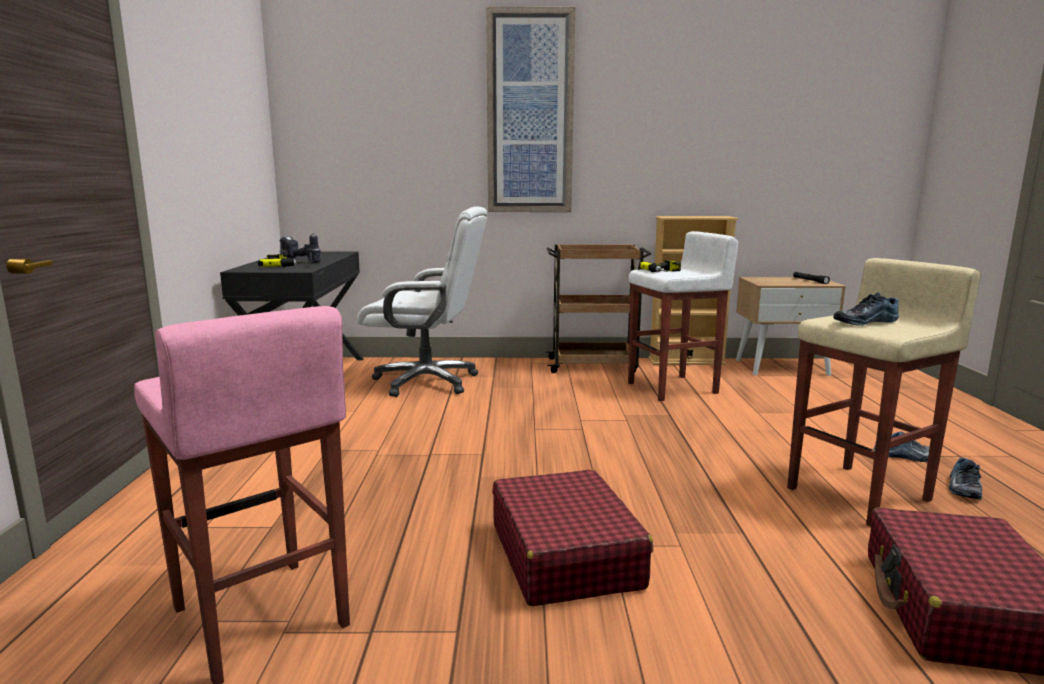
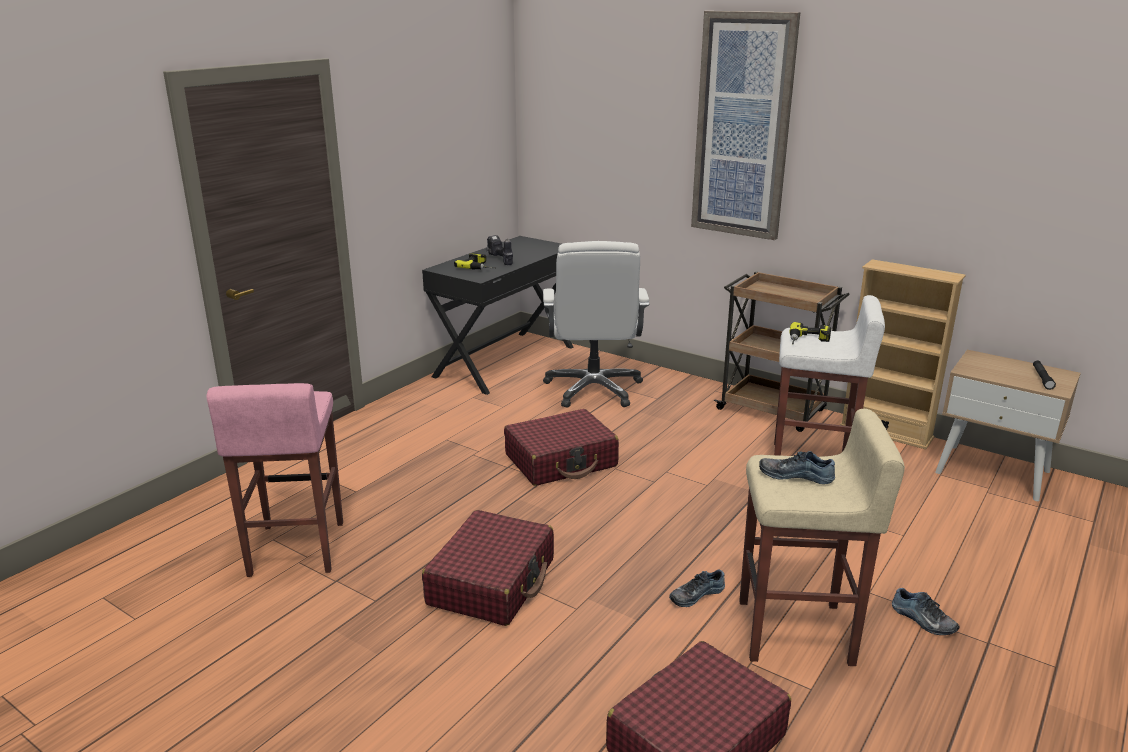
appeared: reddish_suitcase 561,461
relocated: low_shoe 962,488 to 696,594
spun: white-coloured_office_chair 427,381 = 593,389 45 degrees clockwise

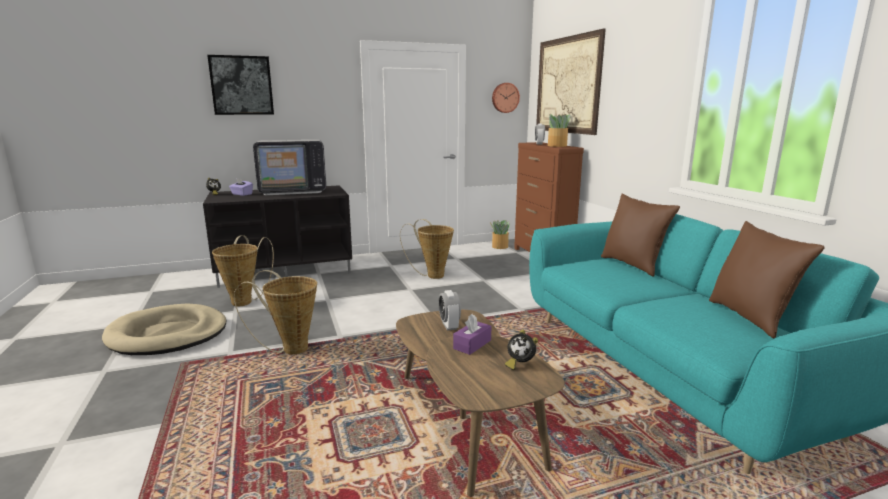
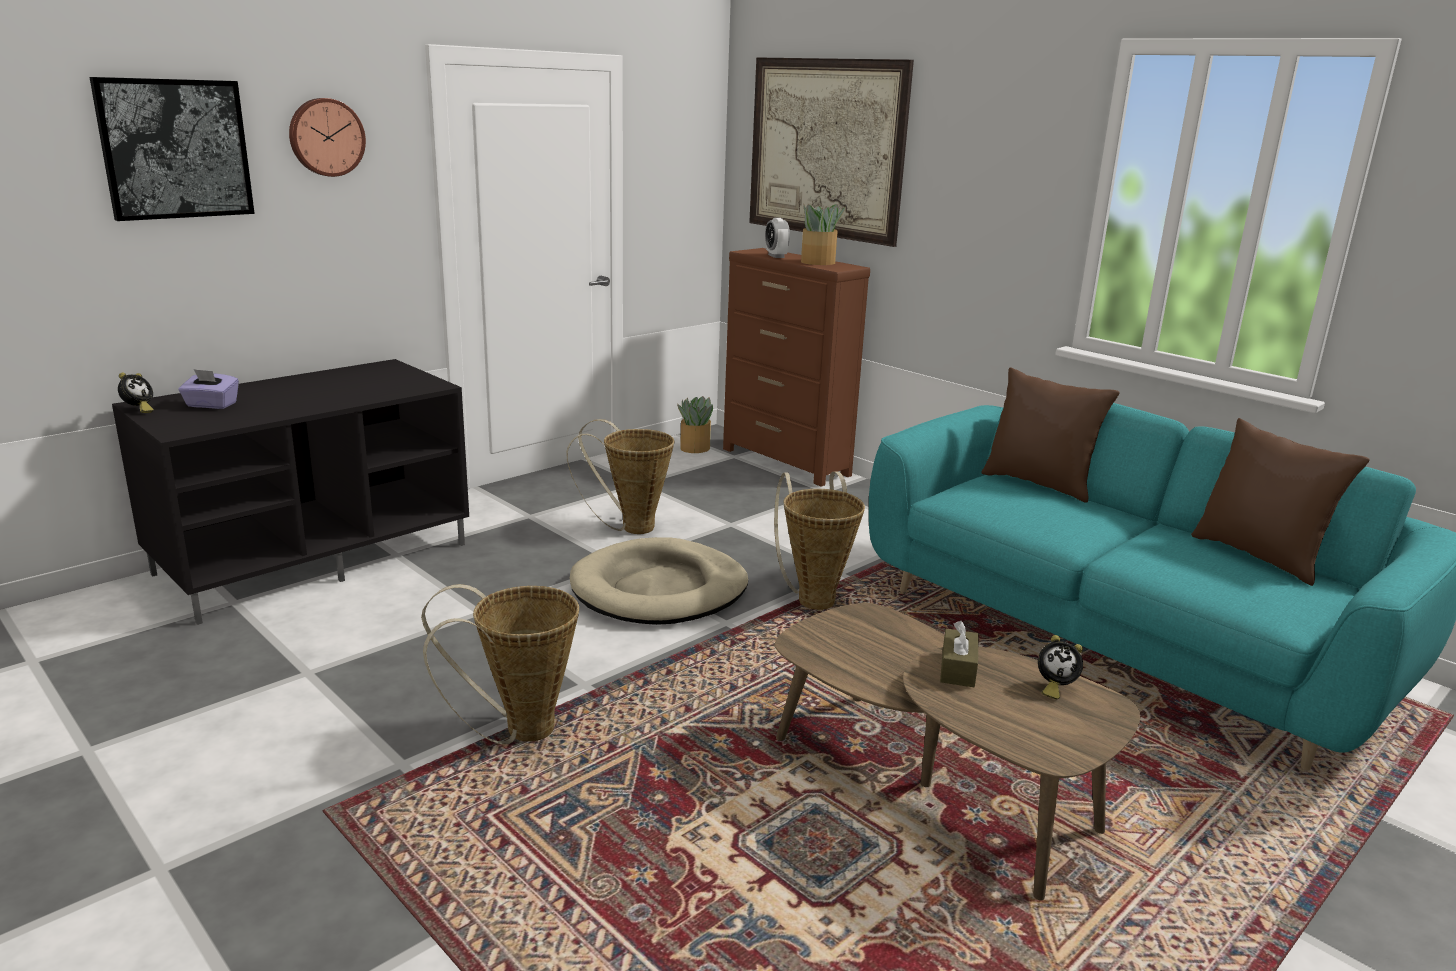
missing: television 293,191; bedside_clock 449,326
relocated: wall_clock 505,97 to 326,137; sand-coloured_dog_bed 168,334 to 659,589; storage_basket 245,301 to 814,598
colour: purple_box_of_tissues 472,344 to brown-coloured_box_of_tissues 958,669

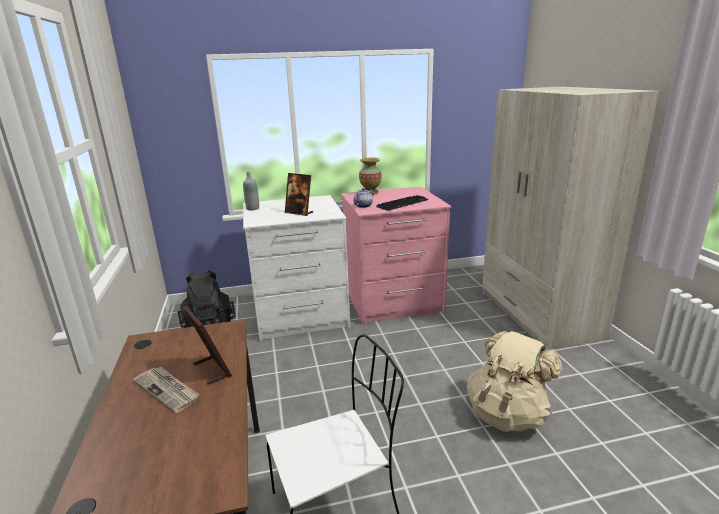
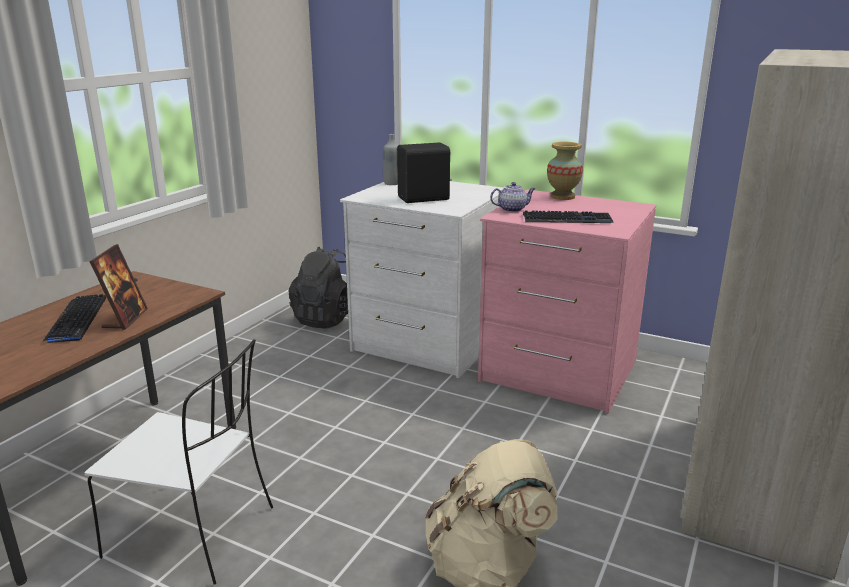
exchanged: newspaper 167,390 to keyboard 77,319; standing_frame 299,213 to black_speaker 424,199

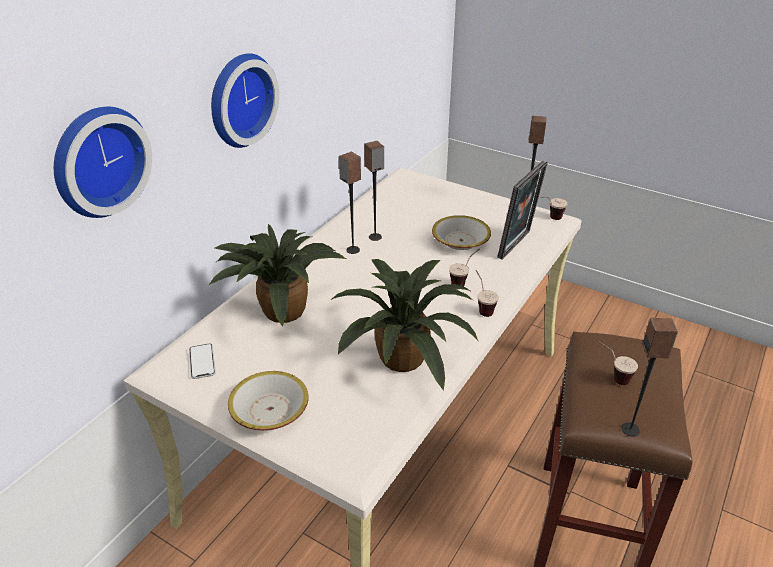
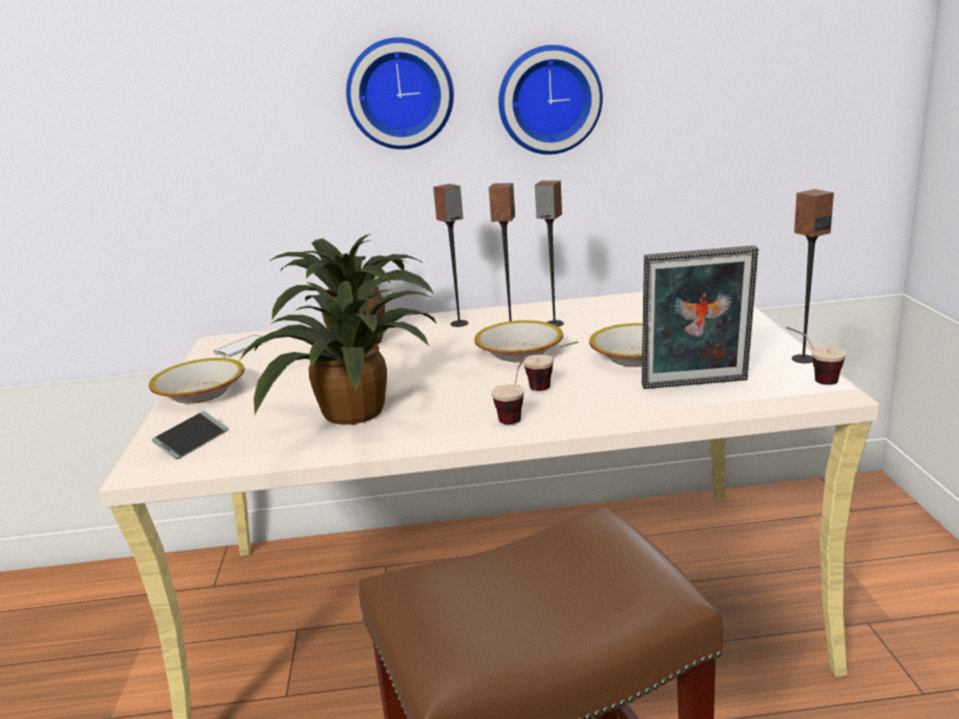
missing: drinking_cup 612,376
appeared: telephone 192,441; bowl 520,353
relocated: speaker 631,429 to 459,324; wall_clock 97,160 to 549,100

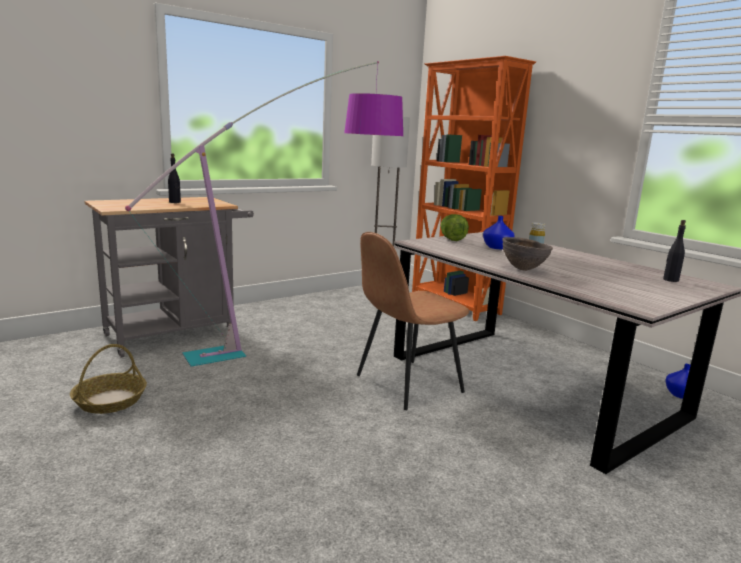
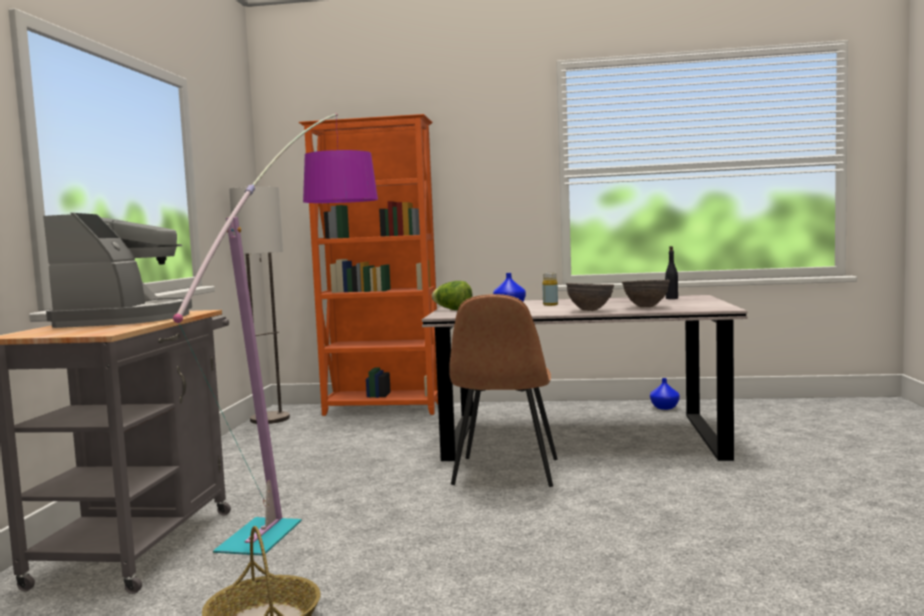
appeared: brown-coloured_bowl 646,307
exchanged: black_drink_bottle 175,202 to coffee_maker 126,319

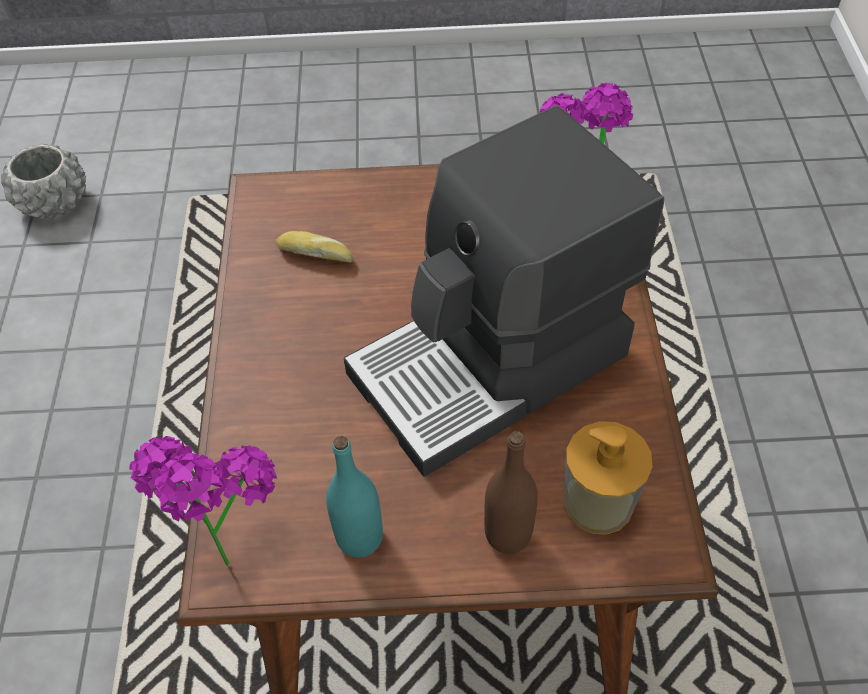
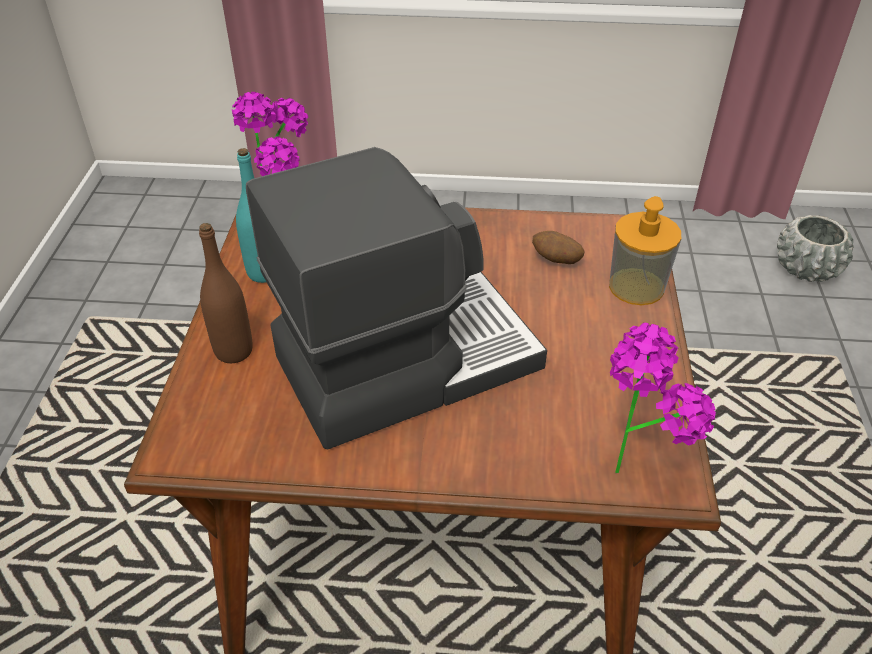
relocated: soap_bottle 598,502 to 636,287
exchanged: baked_bread 316,253 to whole_potato 556,260
spun: coffee_maker 492,365 = 405,361 90 degrees clockwise

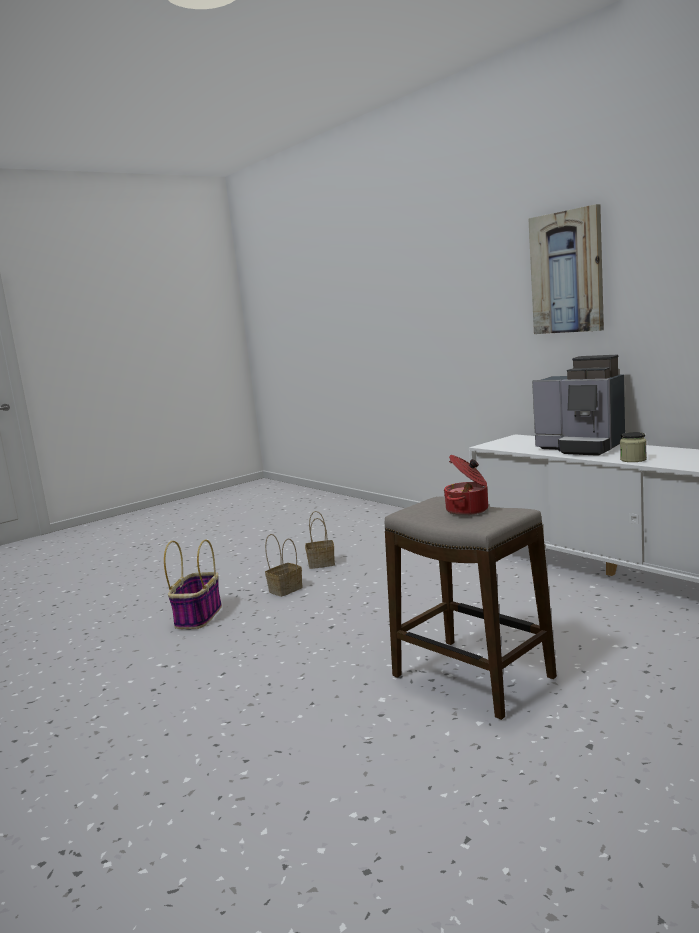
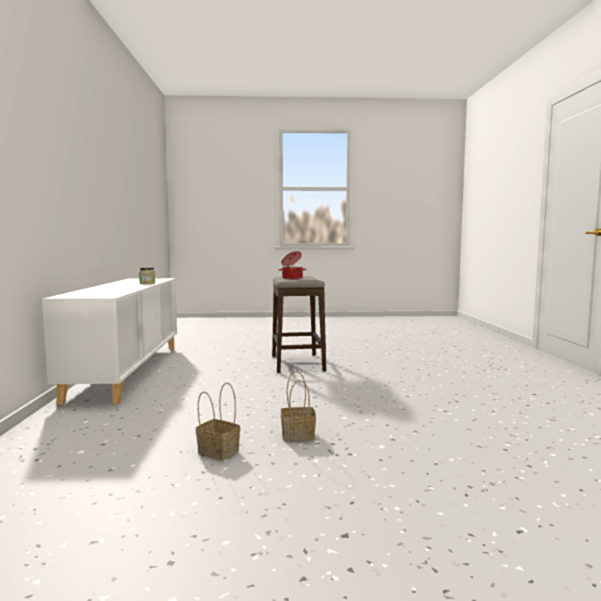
missing: storage_basket 198,616; picture 567,272; coffee_maker 581,448

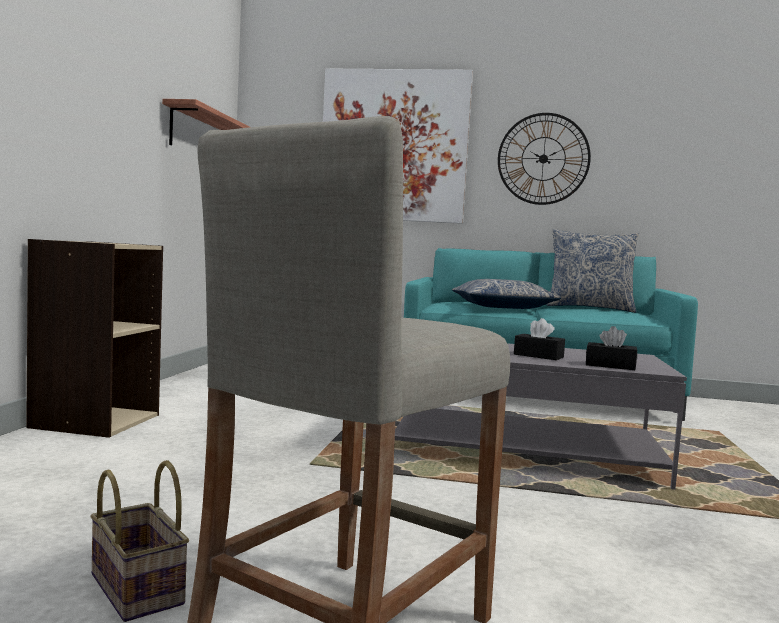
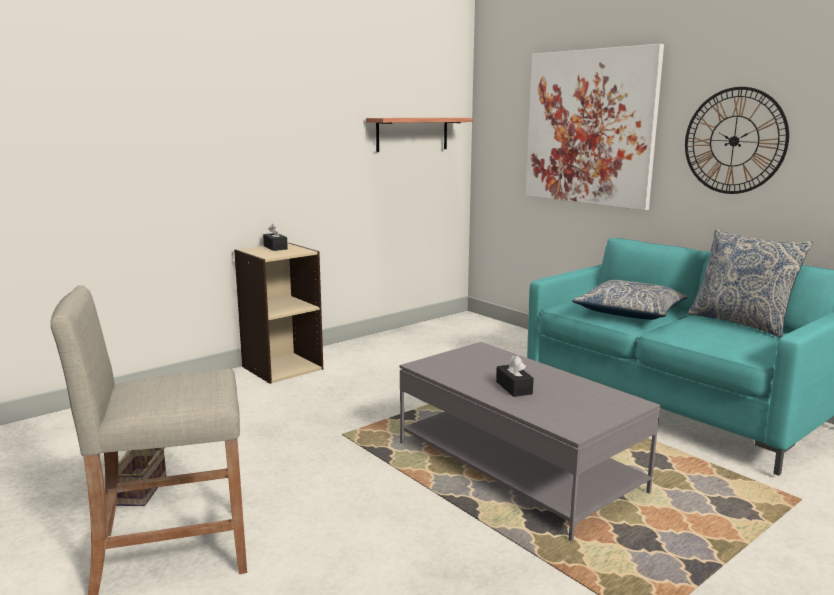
relocated: black_box_of_tissues 610,366 to 275,247

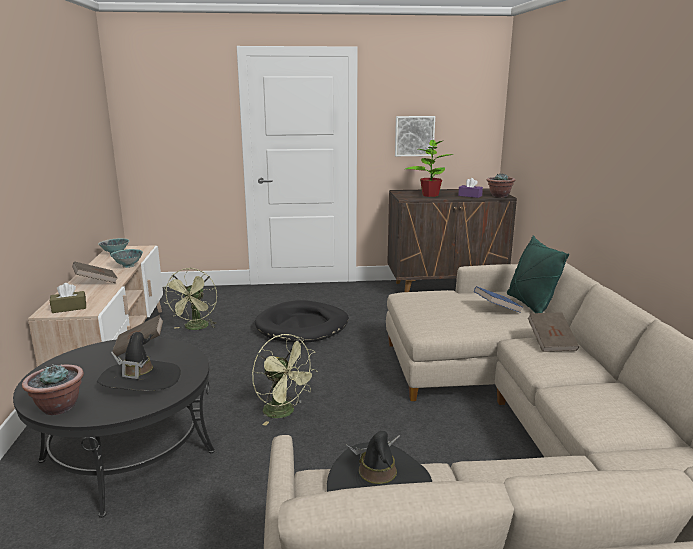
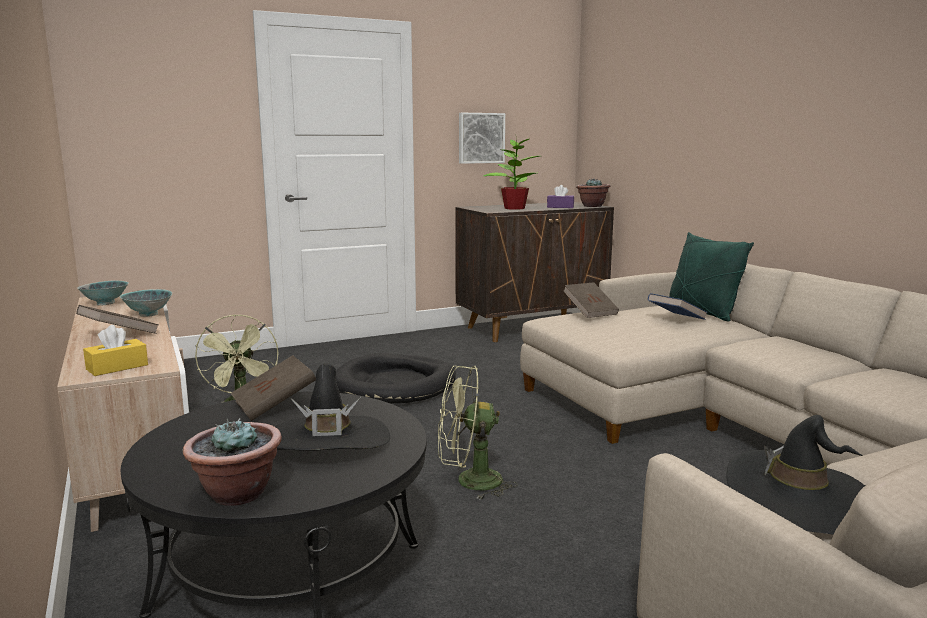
relocated: brown-coloured_volume 551,342 to 590,312
colour: brown-coloured_box_of_tissues 69,308 to yellow-coloured_box_of_tissues 117,367
spun: green-coloured_fan 284,412 = 469,482 150 degrees clockwise

